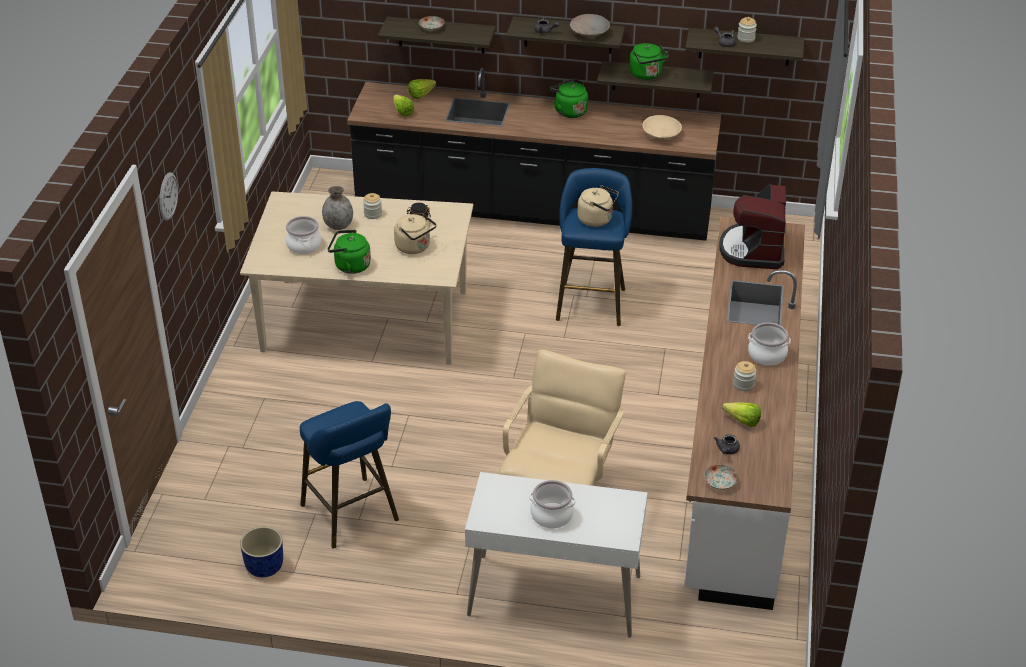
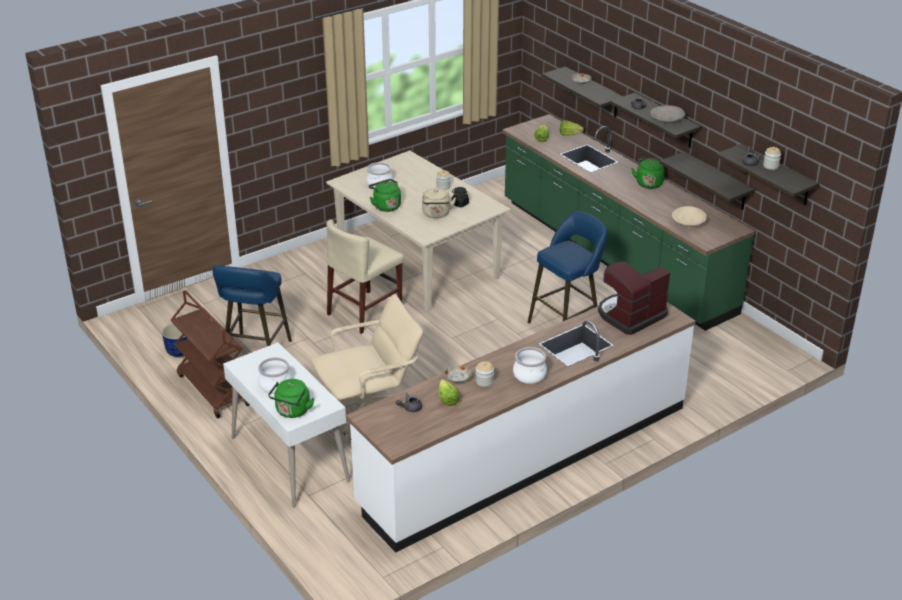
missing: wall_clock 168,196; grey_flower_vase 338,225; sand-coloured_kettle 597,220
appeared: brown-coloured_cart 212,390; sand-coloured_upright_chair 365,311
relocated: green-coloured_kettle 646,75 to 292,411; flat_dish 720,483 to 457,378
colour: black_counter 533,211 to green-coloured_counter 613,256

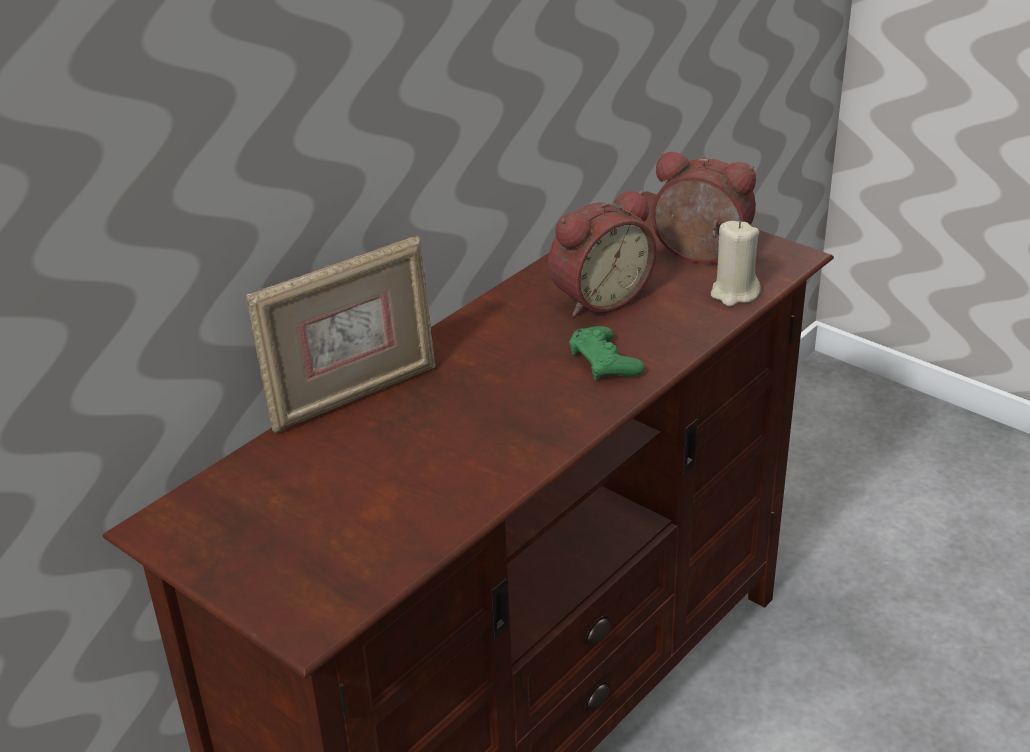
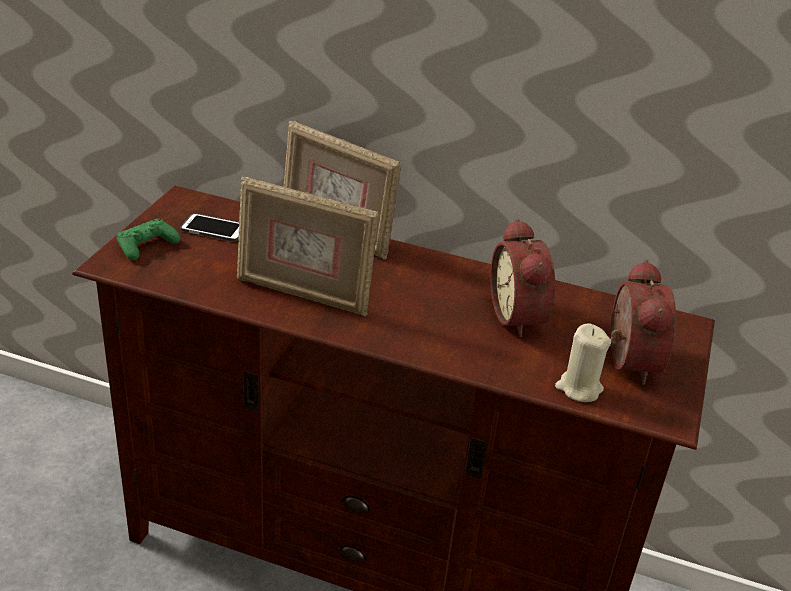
appeared: telephone 214,229; standing_frame 303,294
relocated: green-coloured_game_controller 604,362 to 146,245
spun: bedside_clock 598,298 = 521,316 45 degrees clockwise

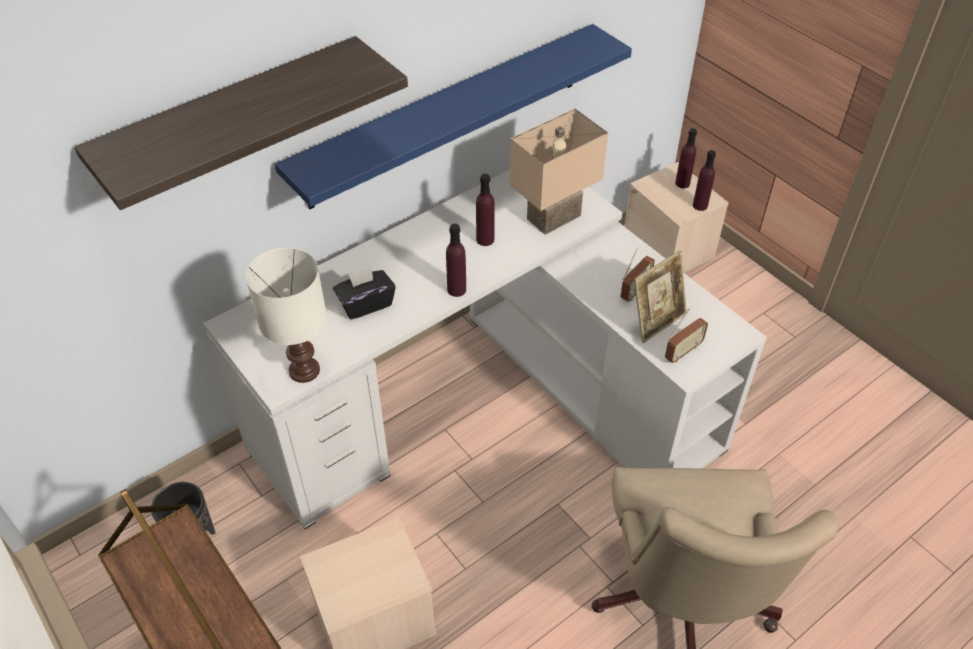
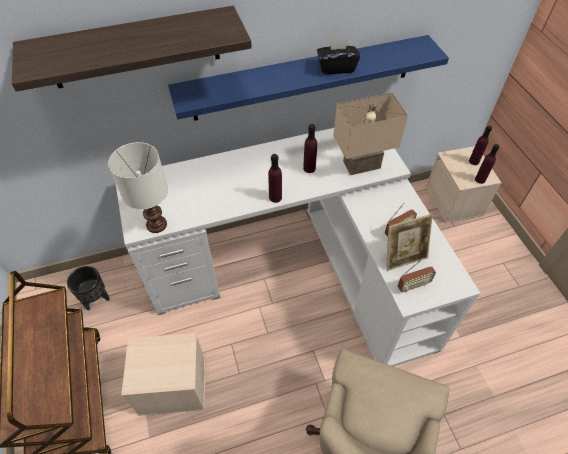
relocated: black_box_of_tissues 366,304 to 336,68

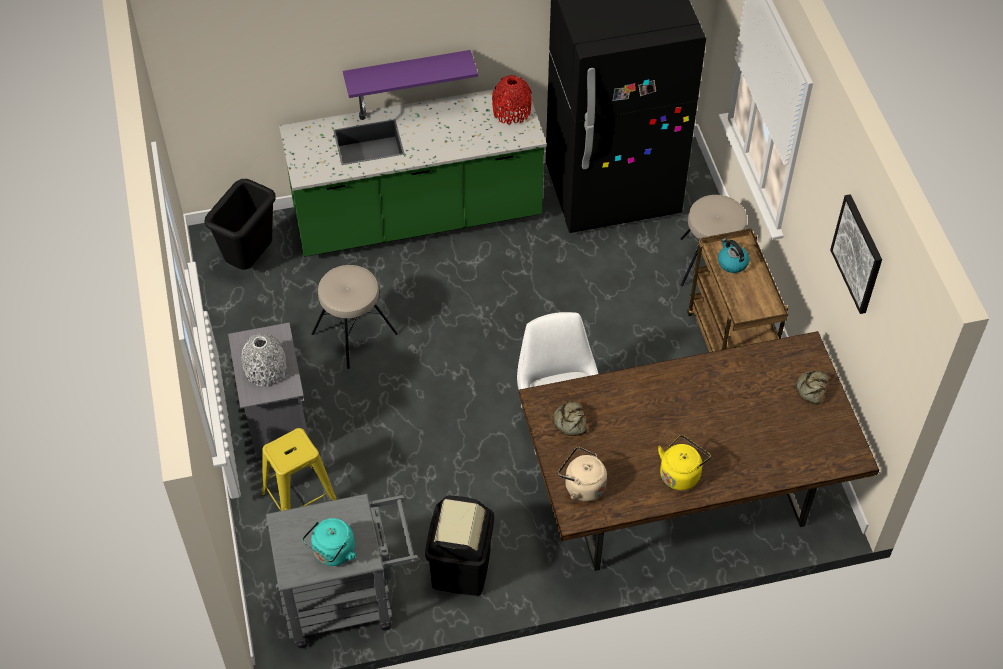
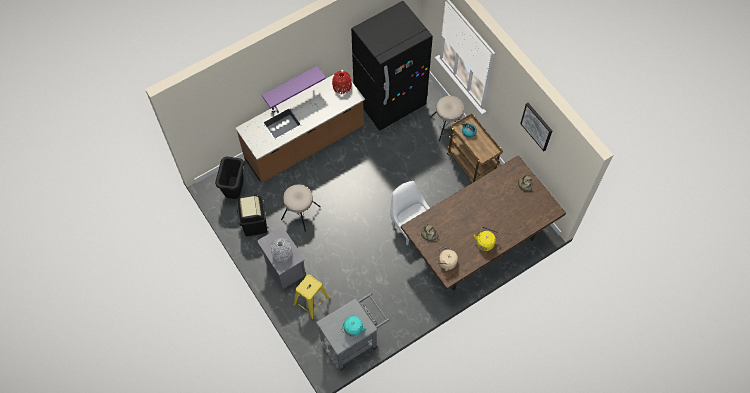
relocated: black_trash_can 460,568 to 254,224
colour: green-coloured_counter 417,218 to brown-coloured_counter 305,144

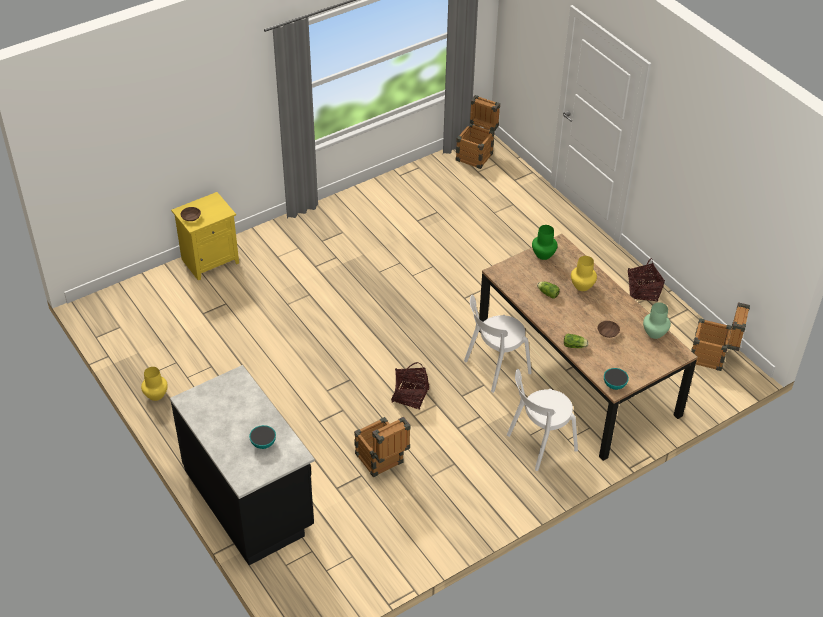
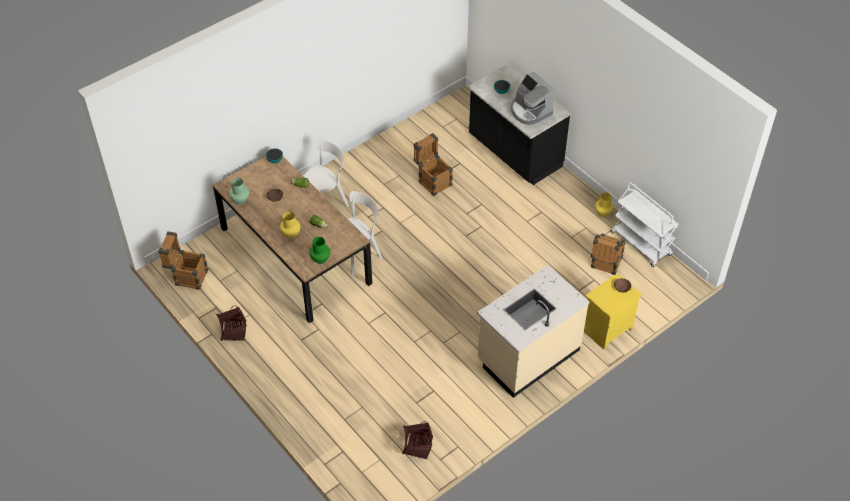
appeared: sand-coloured_counter 527,355; coffee_maker 530,111; white-coloured_cart 641,244
relocated: storage_basket 410,396 to 417,446; shipping_crate 476,154 to 605,265

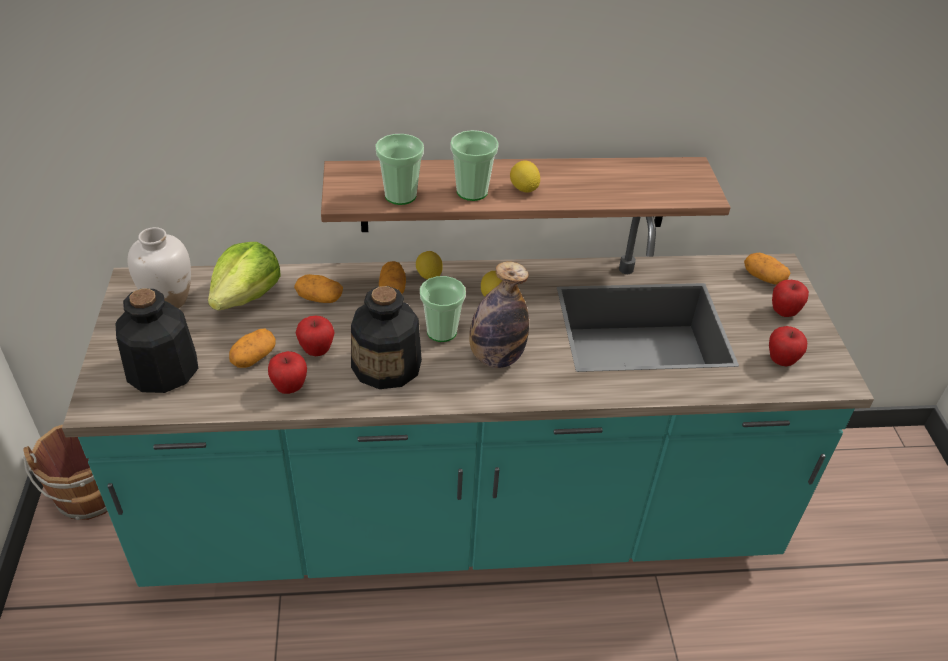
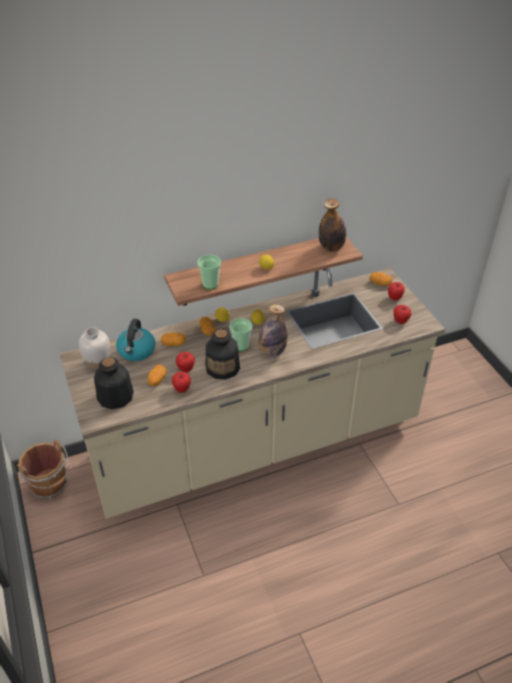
missing: drinking_cup 472,192
appeared: drink_bottle 331,247
exchanged: lettuce_head 247,295 to kettle 137,351
colour: turquoise-coloured_counter 463,520 to sand-coloured_counter 256,443

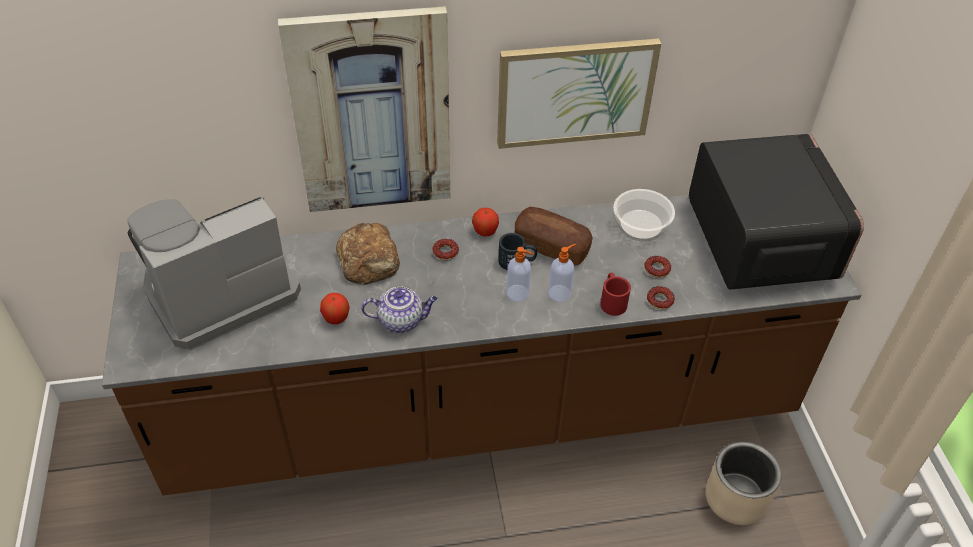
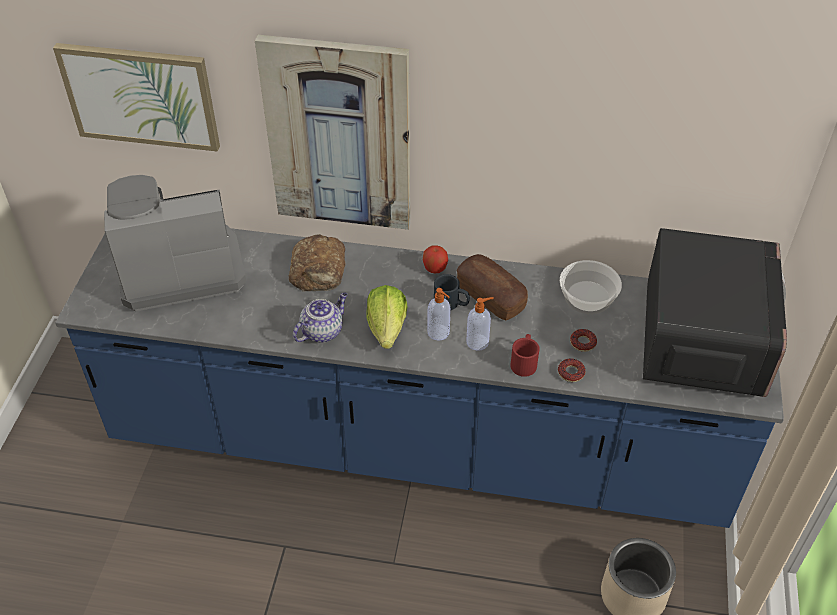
missing: apple_fruit 336,318; donut 445,252
appeared: lettuce_head 387,329
relocated: picture 575,92 to 140,96
colour: brown-coloured_counter 483,414 to blue_counter 418,446
spun: pot_for_tea 402,320 = 322,331 60 degrees counterclockwise

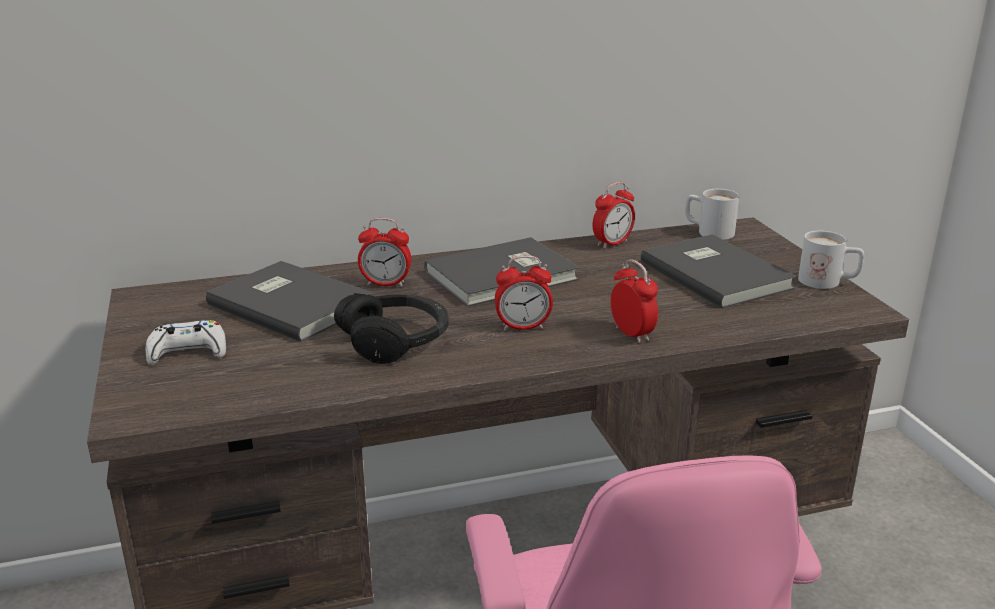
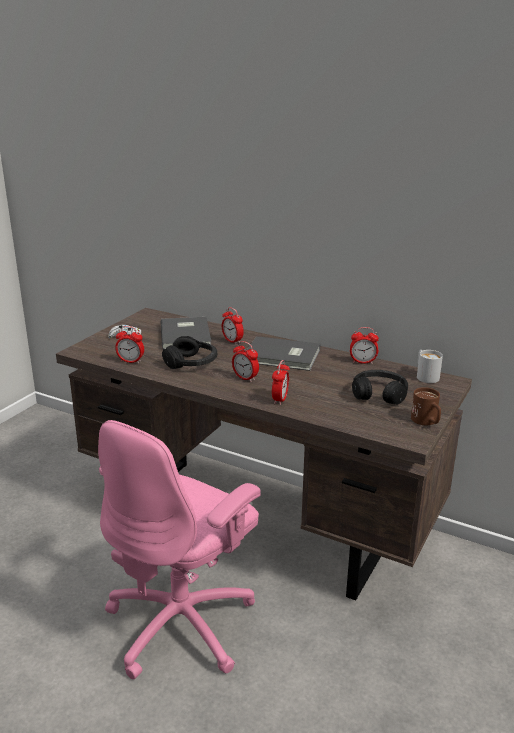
appeared: bedside_clock 131,361
exchanged: grey_volume 716,273 to black_headphones 379,394
colour: white-coloured_tea_mug 828,282 to brown-coloured_tea_mug 426,422

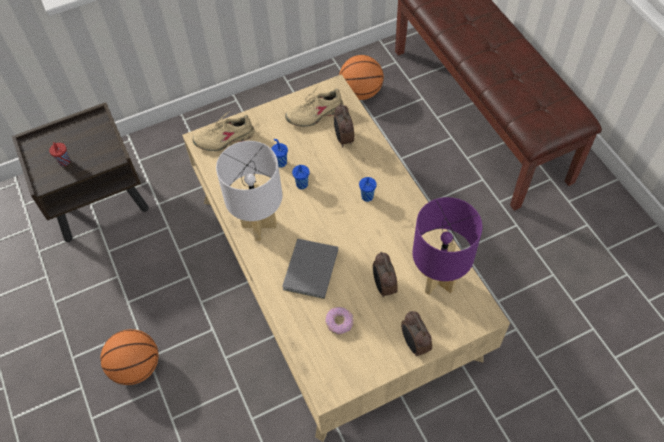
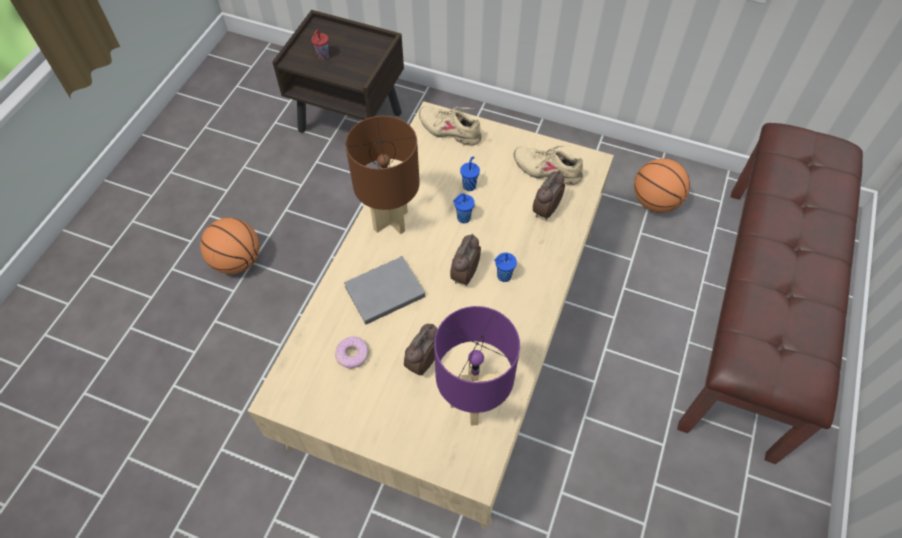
relocated: bedside_clock 414,344 to 464,275
colour: white-coloured_tabletop_lamp 259,226 to brown-coloured_tabletop_lamp 390,221

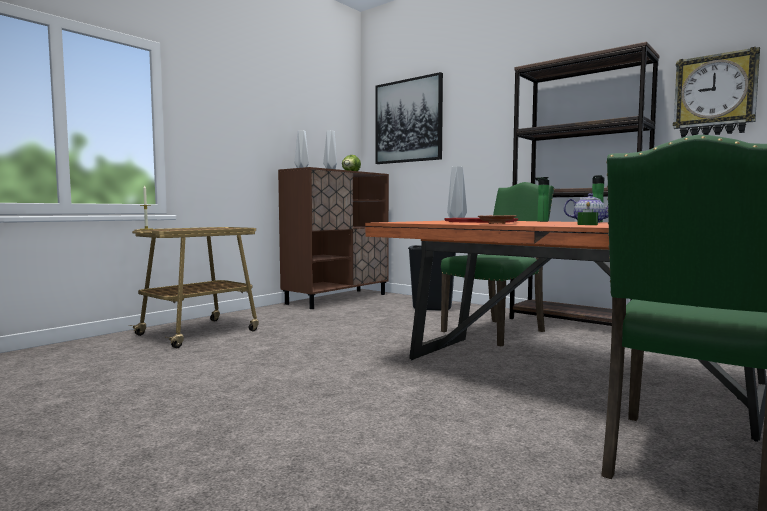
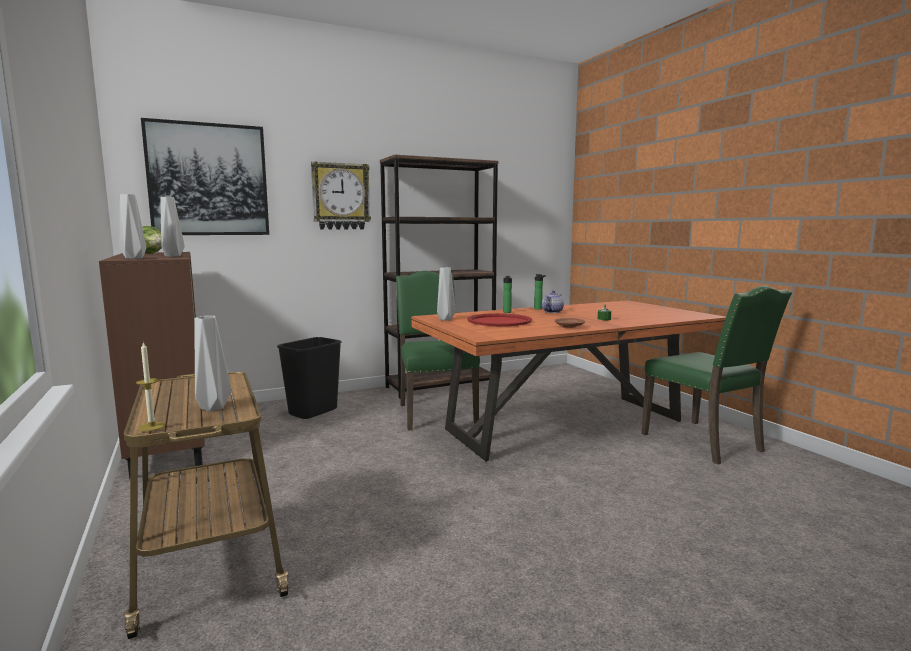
appeared: grey_flower_vase 213,408
relocated: wall_clock 714,95 to 340,196

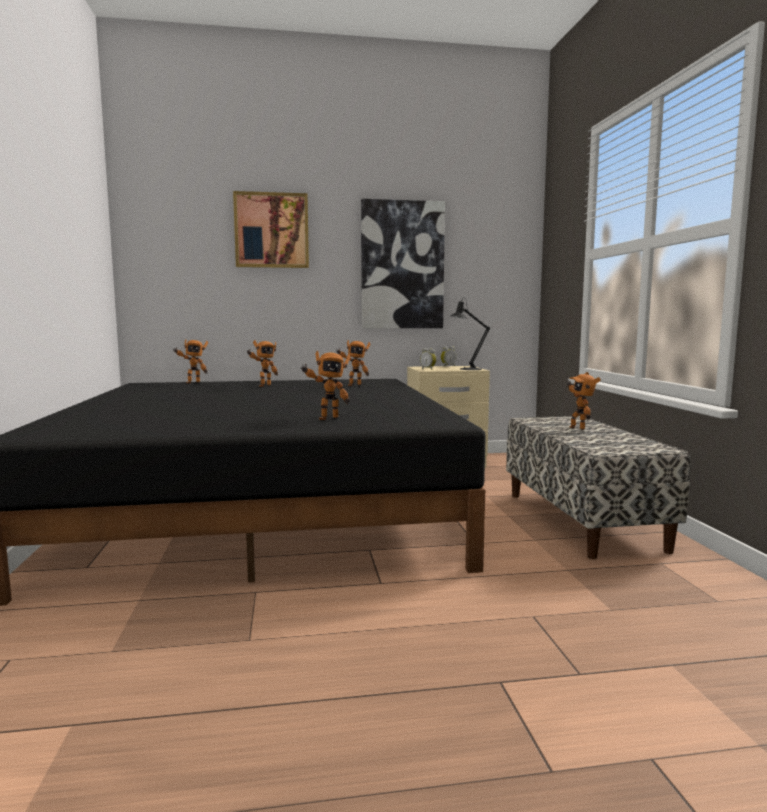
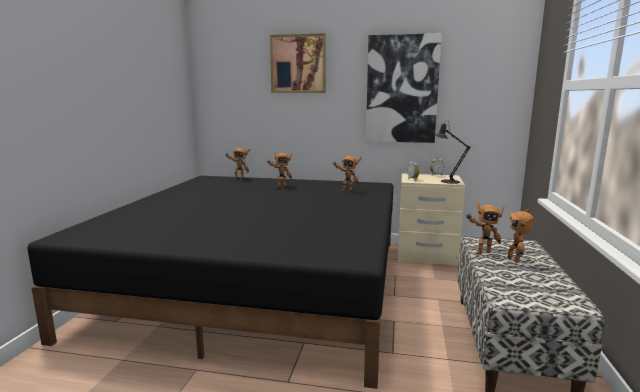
relocated: model_robot 327,418 to 481,252

